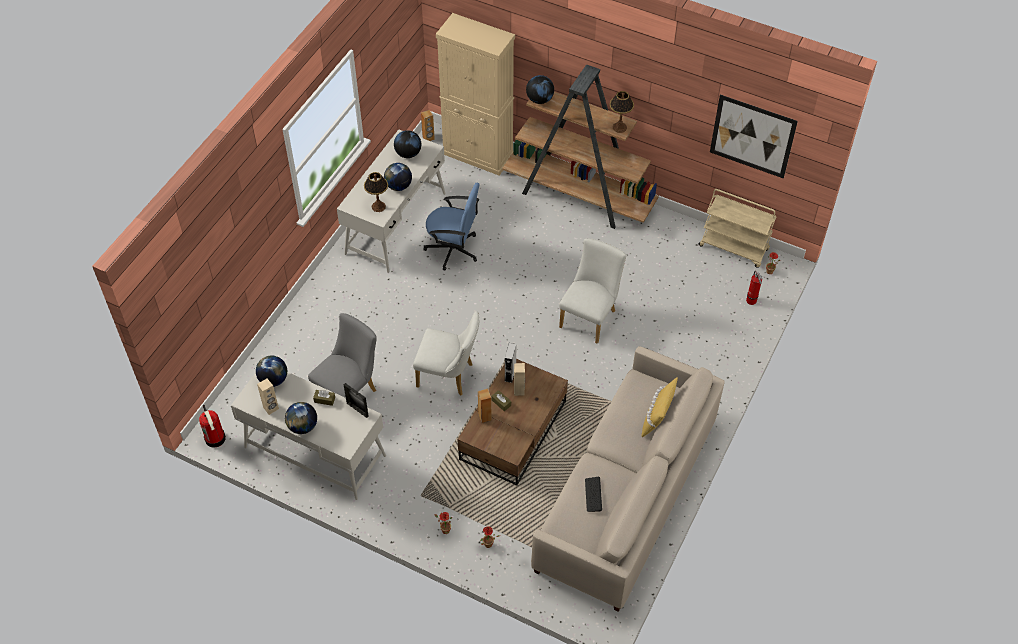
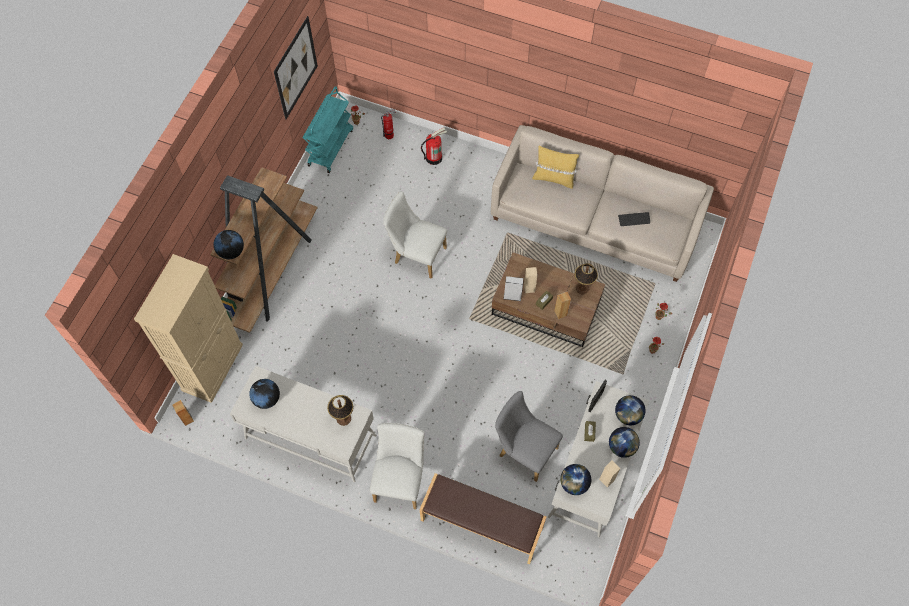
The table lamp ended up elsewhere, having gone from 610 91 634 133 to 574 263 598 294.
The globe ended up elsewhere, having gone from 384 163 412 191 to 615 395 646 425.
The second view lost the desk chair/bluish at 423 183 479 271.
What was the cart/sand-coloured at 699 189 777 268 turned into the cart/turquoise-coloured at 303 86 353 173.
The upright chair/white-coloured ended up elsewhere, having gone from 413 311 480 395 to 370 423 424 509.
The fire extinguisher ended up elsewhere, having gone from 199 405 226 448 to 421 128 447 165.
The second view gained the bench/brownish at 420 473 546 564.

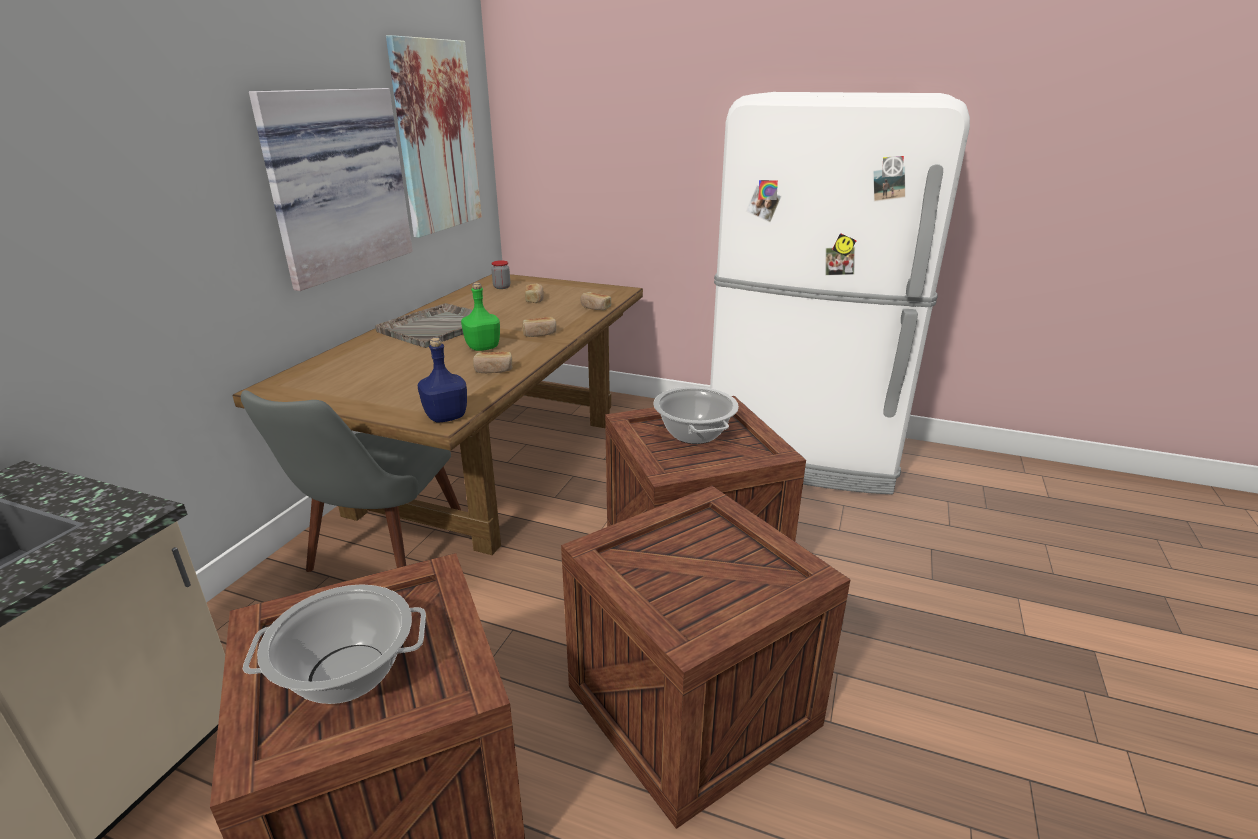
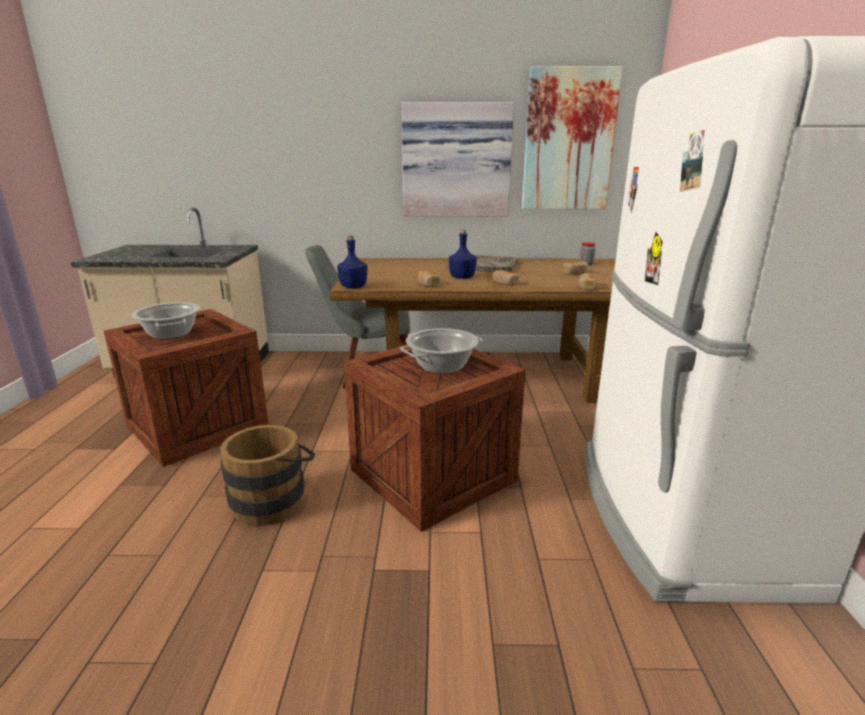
What was the drink bottle/green-coloured at 461 282 500 351 turned into the drink bottle/bluish at 449 230 477 279.
Where the shipping crate stood at 561 486 851 829, the pail/brownish came to stand at 220 425 315 526.

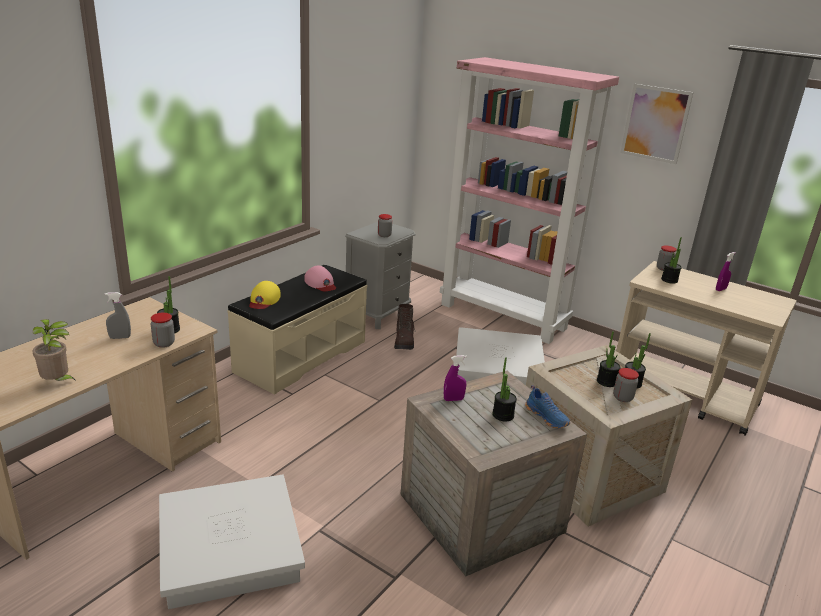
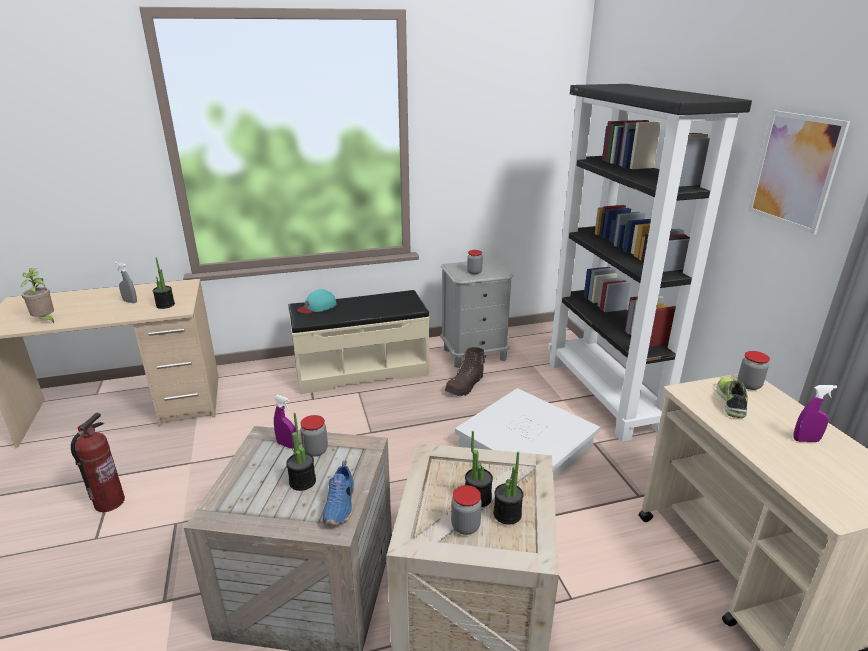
What was the bookcase/pink-coloured at 440 57 619 344 turned into the bookcase/black-coloured at 548 84 752 442.
Where the potted plant stood at 661 237 682 284, the low shoe came to stand at 716 377 748 418.
The second view lost the cap/pink-coloured at 304 265 336 291.
What was the cap/yellow at 249 281 281 309 turned into the cap/turquoise-coloured at 297 289 337 314.
The jar ended up elsewhere, having gone from 151 313 175 348 to 300 415 328 457.
Where the storage container/white-coloured stood at 159 475 305 609, the fire extinguisher came to stand at 71 413 125 512.

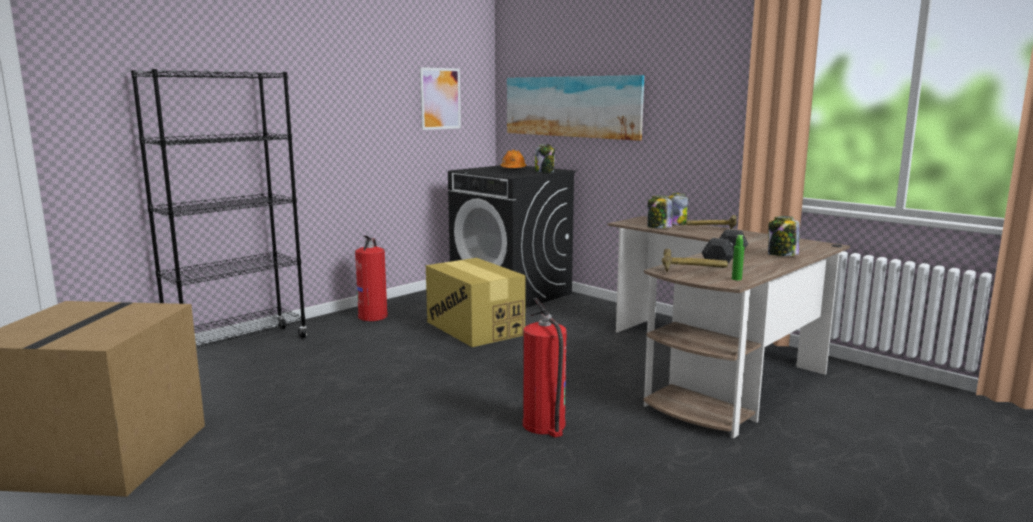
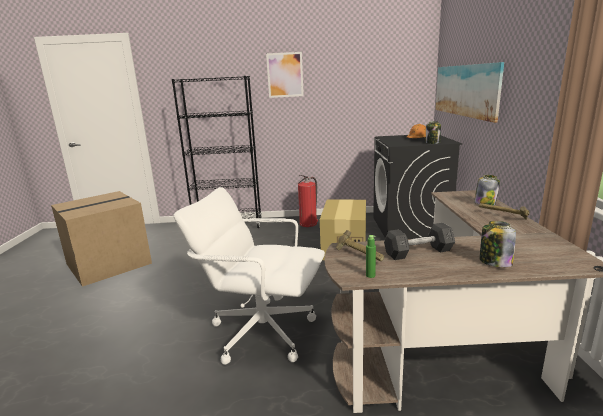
The wall picture ended up elsewhere, having gone from 420 67 461 130 to 266 52 304 98.
The second view lost the jar at 647 196 672 228.
Where the fire extinguisher stood at 523 298 566 437, the desk chair/white-coloured came to stand at 174 187 325 365.

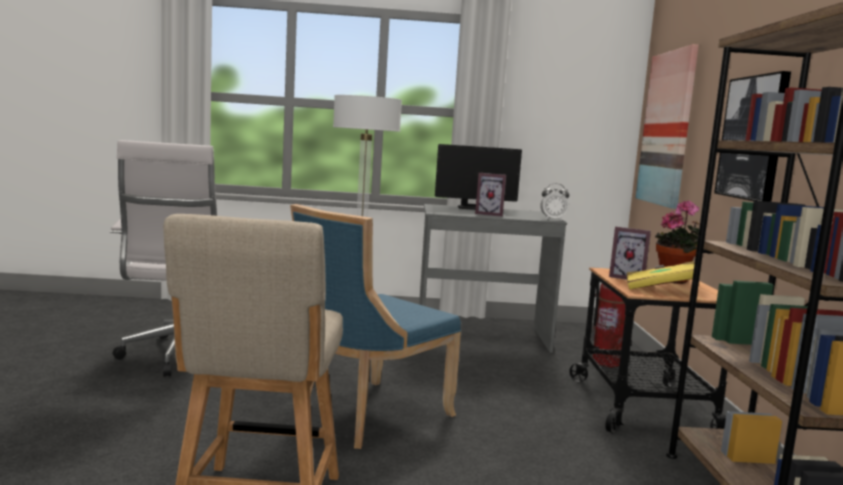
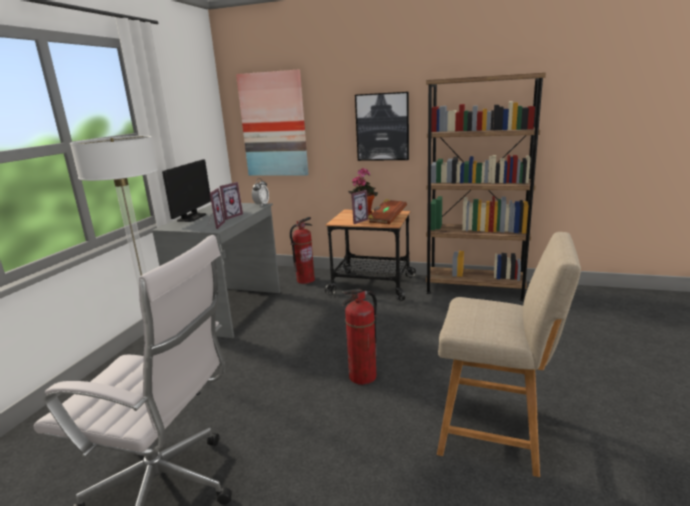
Where the upright chair/bluish stood at 290 204 461 449, the fire extinguisher came to stand at 342 289 377 385.
What was the book/yellow at 626 261 700 290 turned into the book/brownish at 368 199 407 225.
The second view gained the picture frame at 208 188 225 229.

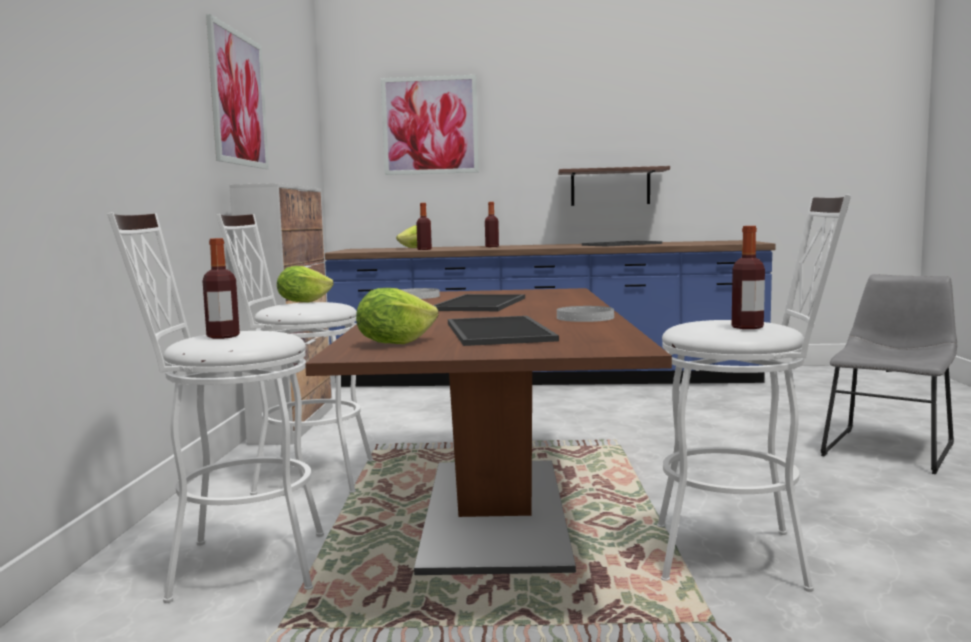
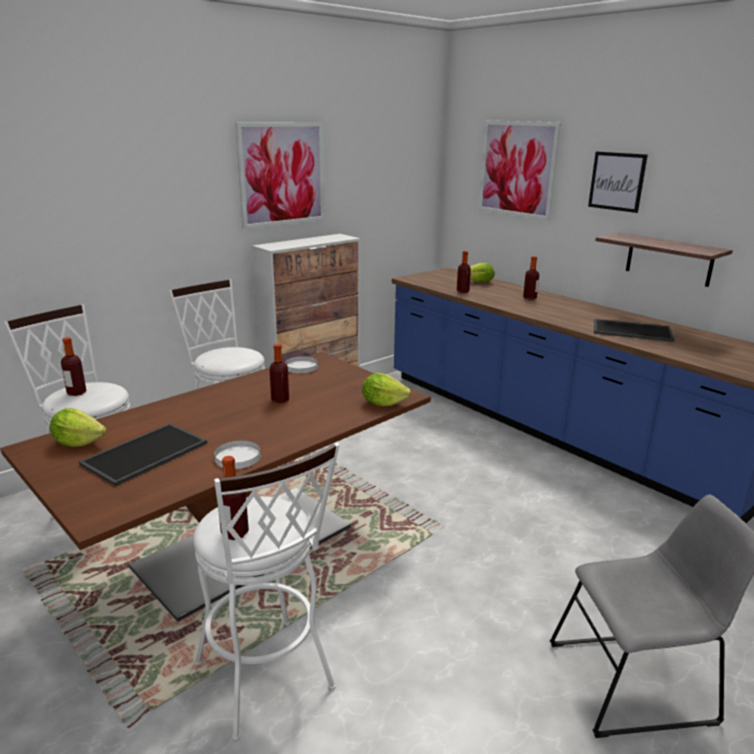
The head of lettuce ended up elsewhere, having gone from 277 266 333 303 to 362 373 411 406.
Where the serving tray stood at 433 294 525 311, the drink bottle came to stand at 270 344 289 403.
The second view gained the wall picture at 588 152 648 213.

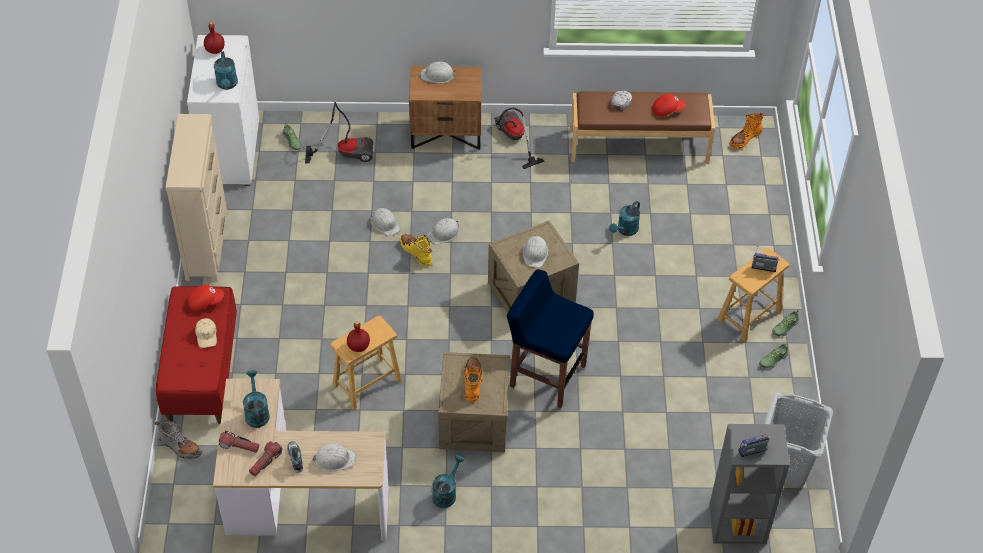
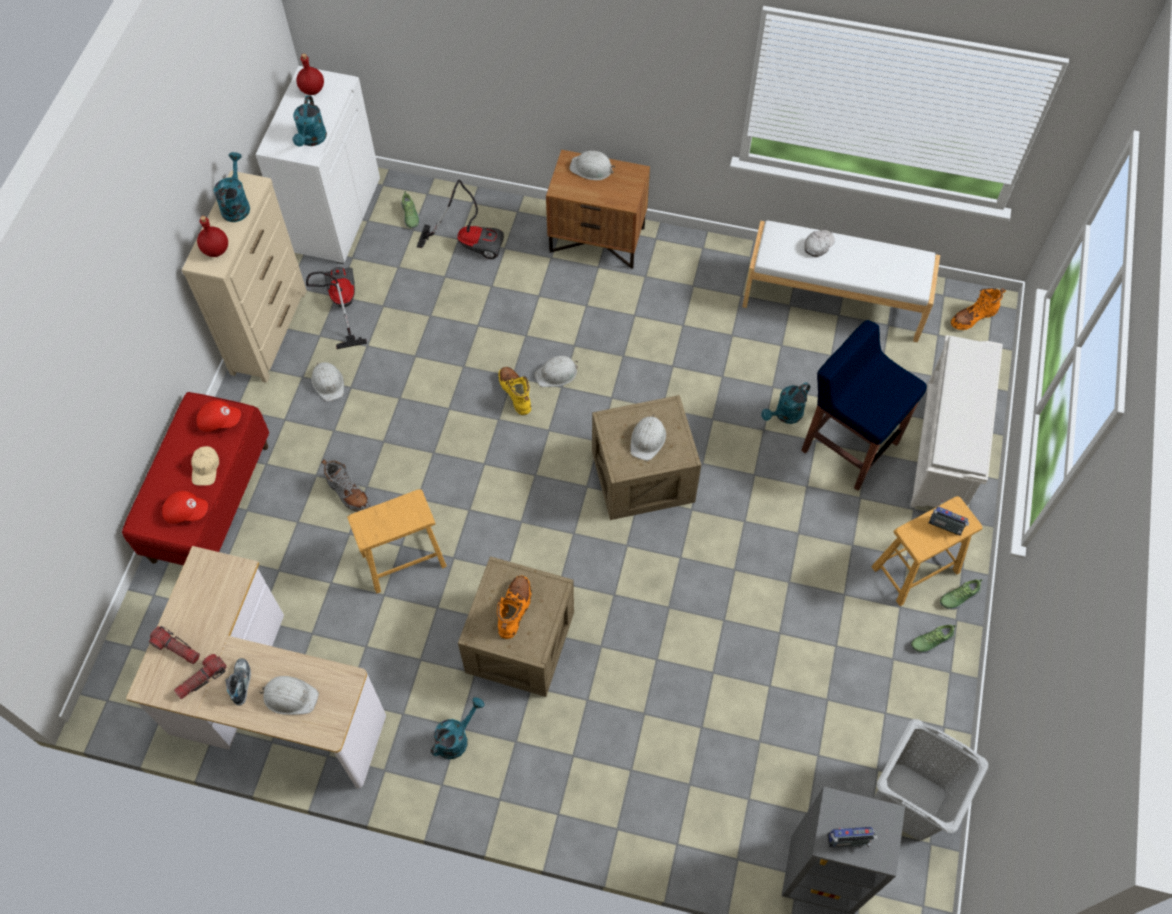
What was the bench/brownish at 570 92 715 163 turned into the bench/white-coloured at 742 220 940 342.
The cap/red-coloured ended up elsewhere, having gone from 652 94 685 116 to 162 491 208 524.
The vacuum cleaner ended up elsewhere, having gone from 494 108 545 169 to 306 267 367 349.
The work helmet/white-coloured ended up elsewhere, having gone from 371 208 400 236 to 311 362 344 401.
The stool/bluish ended up elsewhere, having gone from 507 269 594 408 to 801 320 927 491.
The drink bottle/red-coloured ended up elsewhere, having gone from 347 321 370 352 to 197 216 228 257.
The watering pot/turquoise-coloured ended up elsewhere, having gone from 243 370 270 428 to 213 152 250 222.
The tall boot/greyish ended up elsewhere, having gone from 155 420 202 460 to 321 460 371 512.
The second view gained the shoe shelf/white-coloured at 910 335 1003 508.

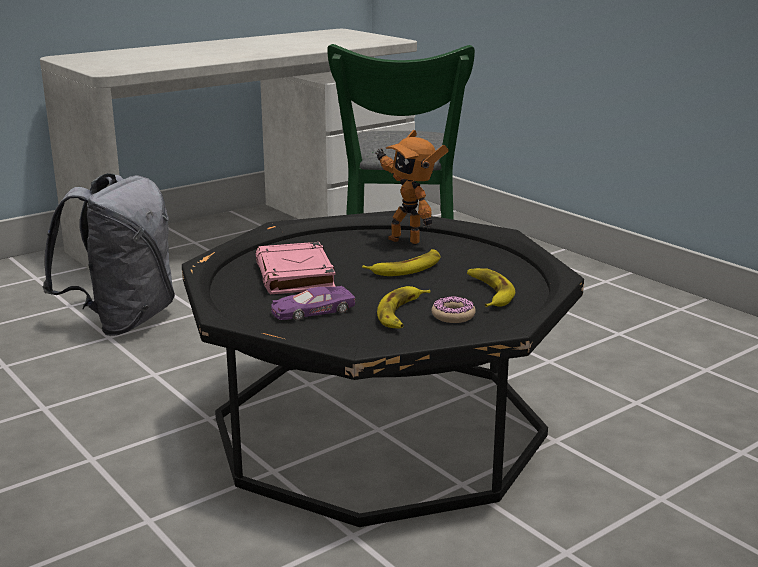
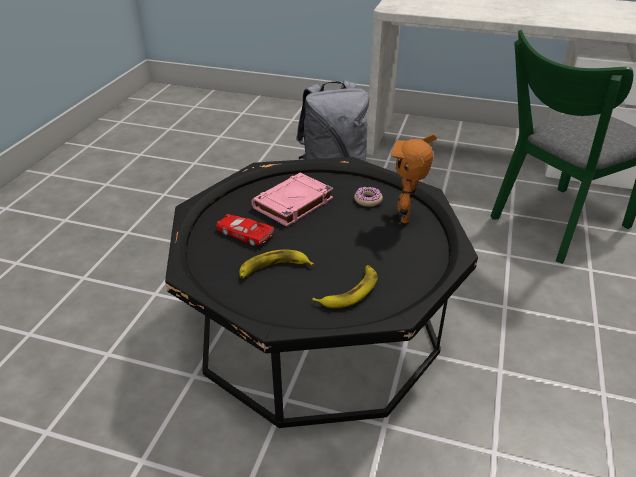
The second view lost the whole banana at 362 249 441 276.
What was the model car/purplish at 271 286 355 321 turned into the model car/red-coloured at 216 214 274 246.
The ring doughnut ended up elsewhere, having gone from 431 296 476 323 to 354 186 383 207.

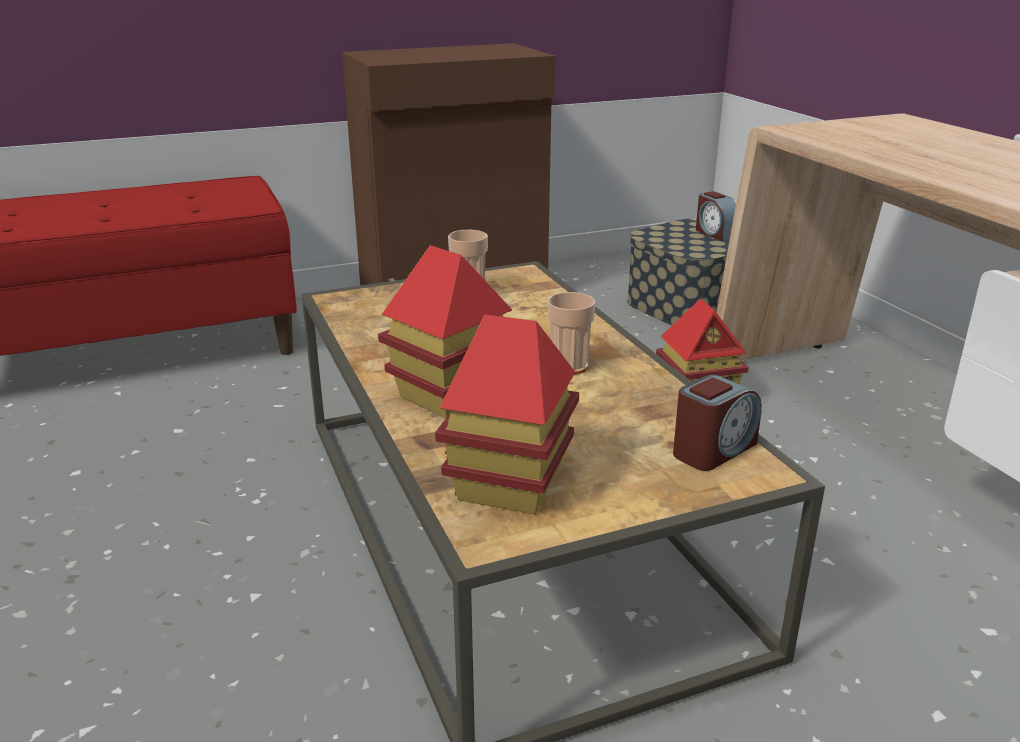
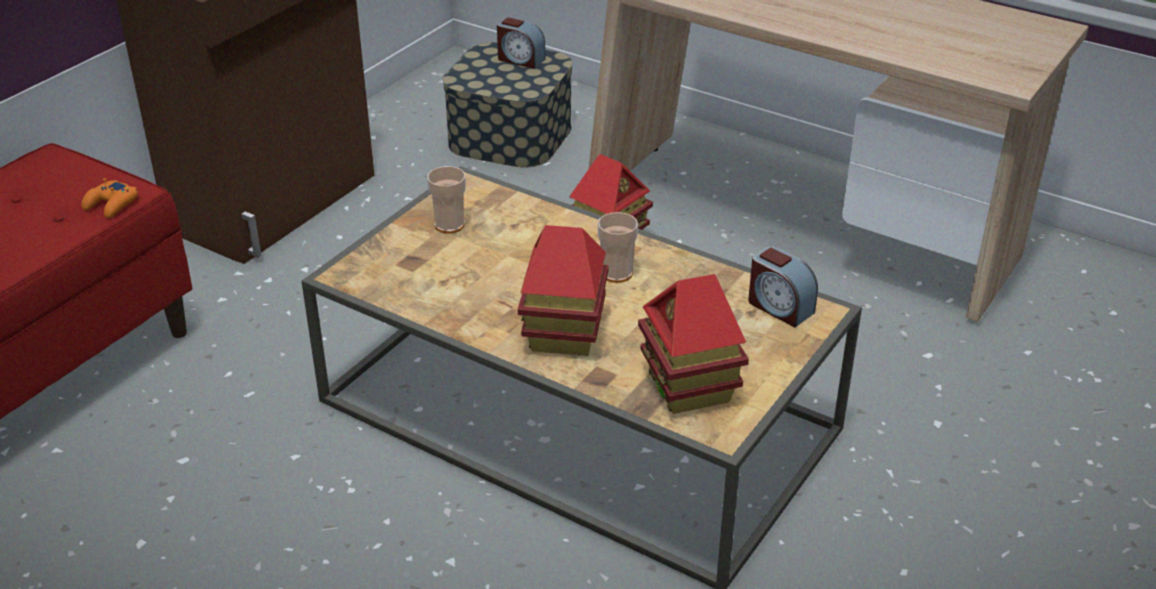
The alarm clock at 673 374 762 471 ended up facing another way, 120 degrees clockwise from before.
The second view gained the joypad/orangey at 82 178 138 218.

